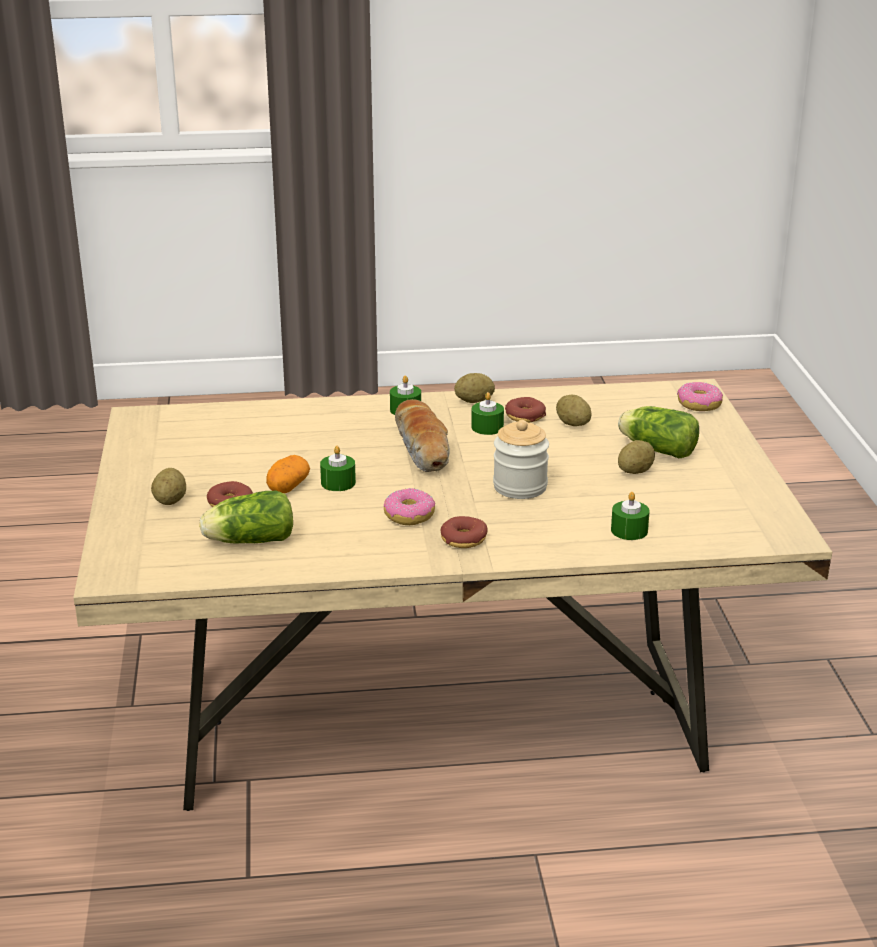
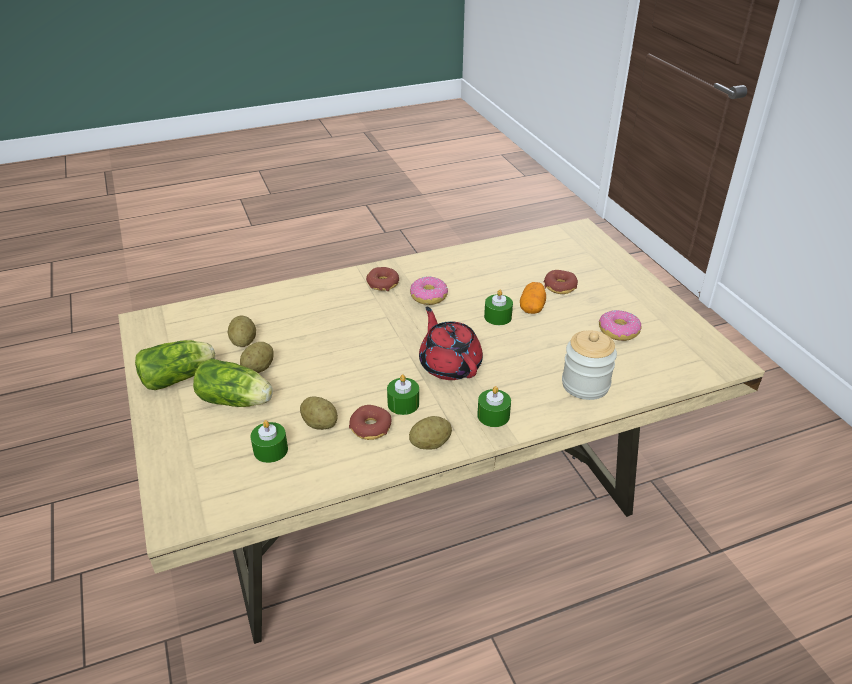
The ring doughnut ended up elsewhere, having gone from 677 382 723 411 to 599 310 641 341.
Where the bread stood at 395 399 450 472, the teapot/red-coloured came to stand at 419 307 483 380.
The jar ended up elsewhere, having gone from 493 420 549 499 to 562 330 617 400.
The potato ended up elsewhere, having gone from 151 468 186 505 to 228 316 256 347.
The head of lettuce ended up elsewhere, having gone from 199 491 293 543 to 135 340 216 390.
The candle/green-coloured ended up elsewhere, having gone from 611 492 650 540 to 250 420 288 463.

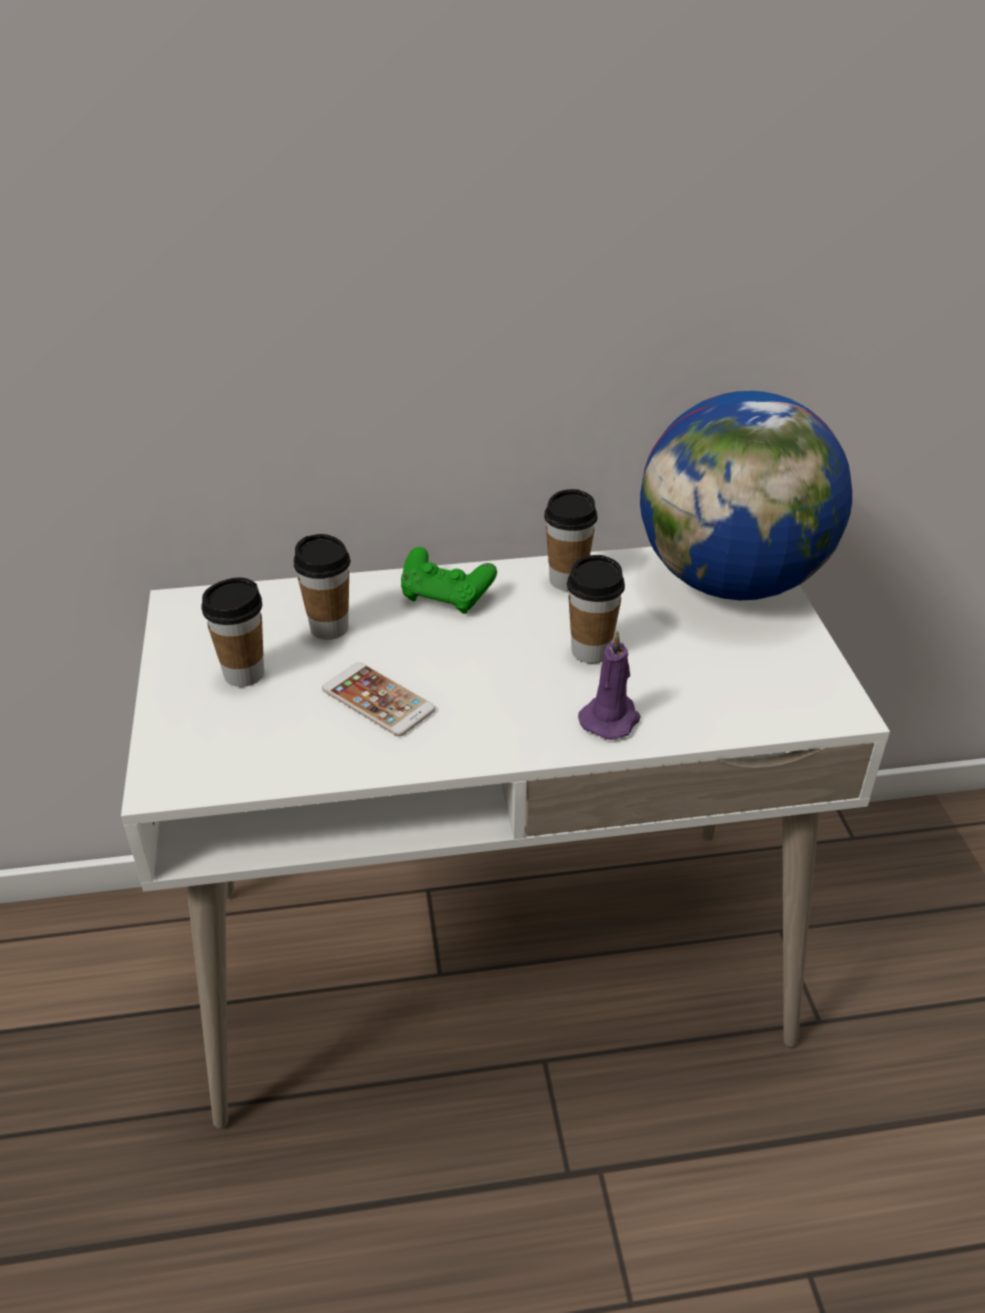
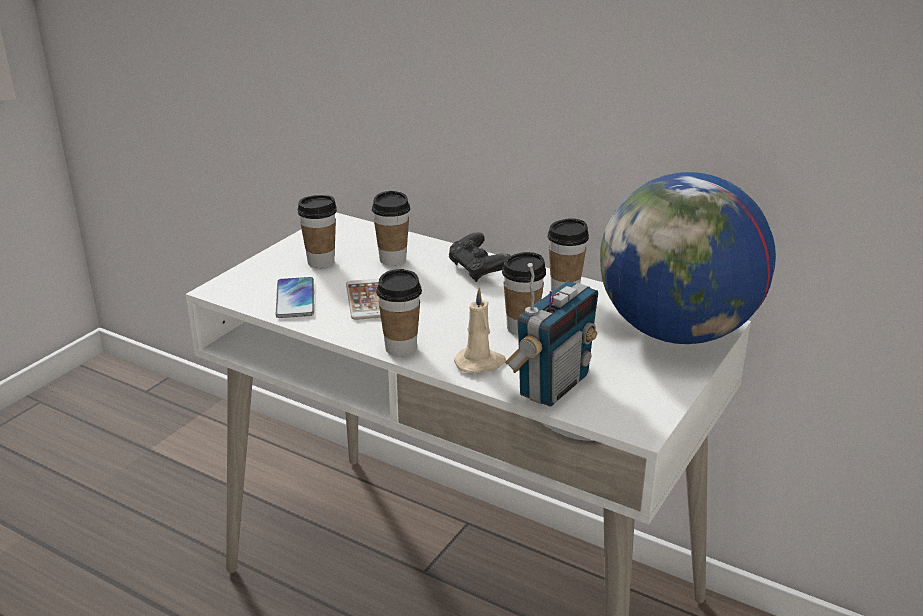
What was the joypad/green-coloured at 401 547 497 614 turned into the joypad/black-coloured at 449 232 510 282.
What was the candle/purplish at 578 631 641 740 turned into the candle/sand-coloured at 454 287 506 373.
The second view gained the radio set at 505 263 598 407.
The second view gained the drinking cup at 376 269 422 357.
The second view gained the handset at 276 277 314 318.

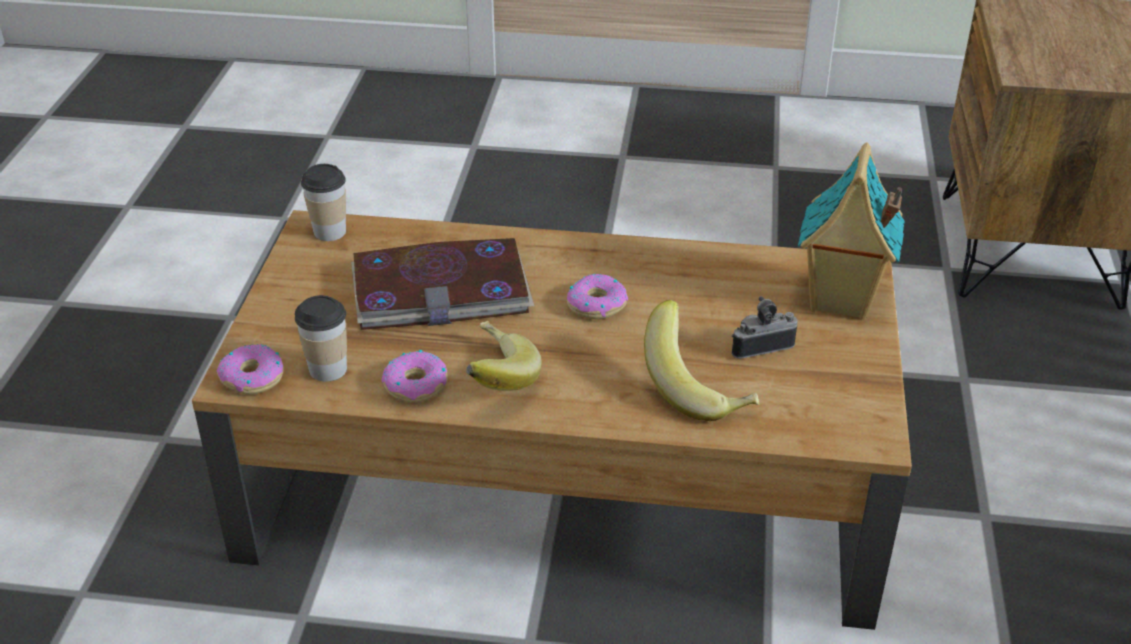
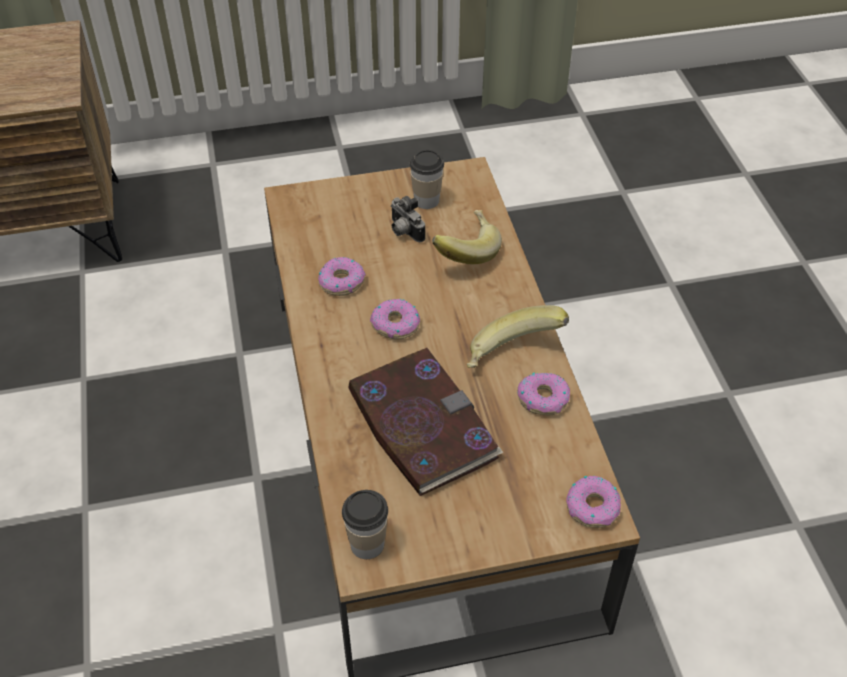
The second view lost the model house at 798 143 905 321.
The drinking cup ended up elsewhere, having gone from 295 295 347 381 to 410 150 444 209.
The second view gained the ring doughnut at 318 257 366 296.

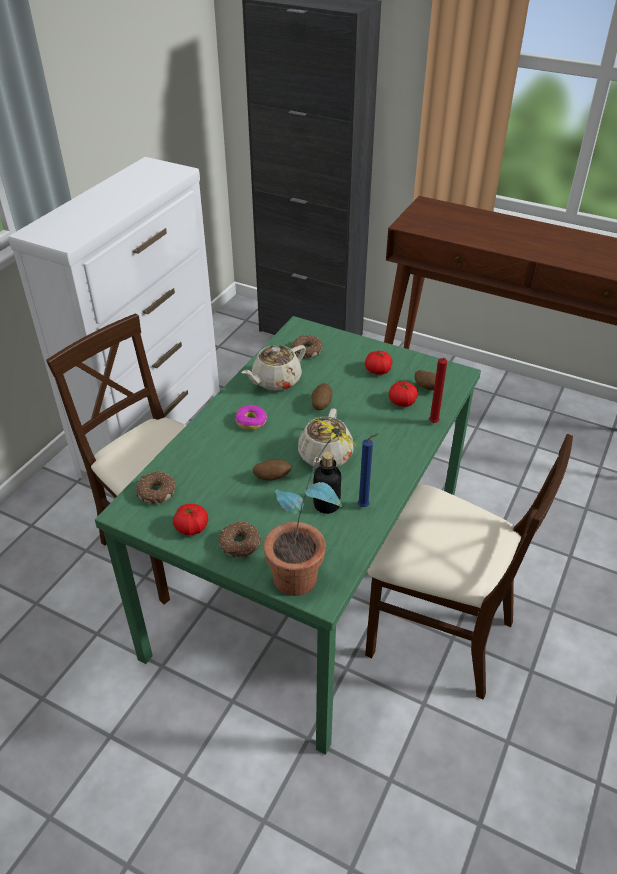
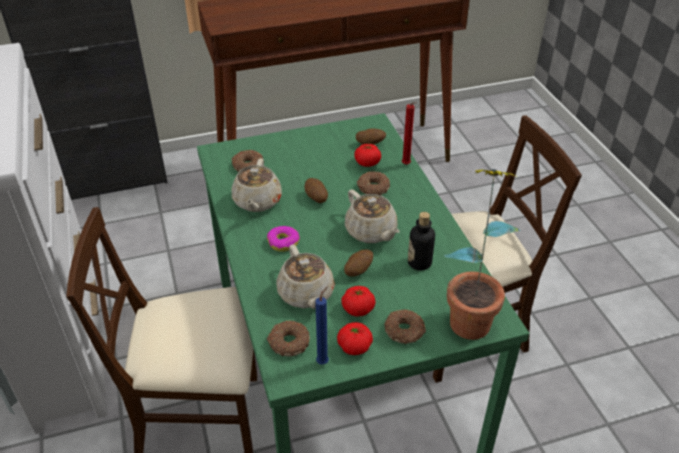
The tomato ended up elsewhere, having gone from 365 351 393 374 to 341 286 376 317.
The candle/bluish ended up elsewhere, having gone from 358 433 379 507 to 315 286 329 365.
The second view gained the ring doughnut at 357 171 390 195.
The second view gained the teapot/sand-coloured at 276 244 335 309.

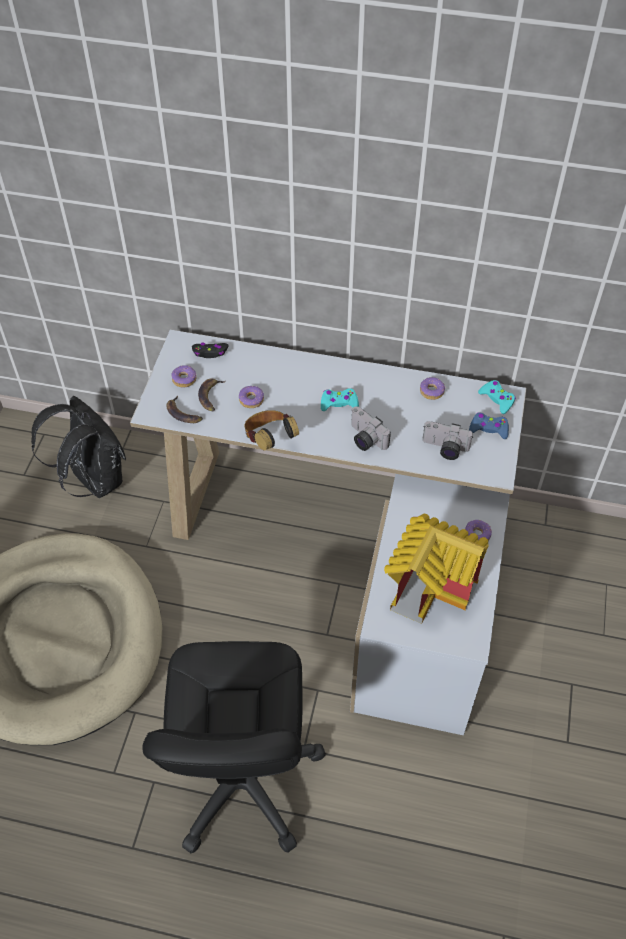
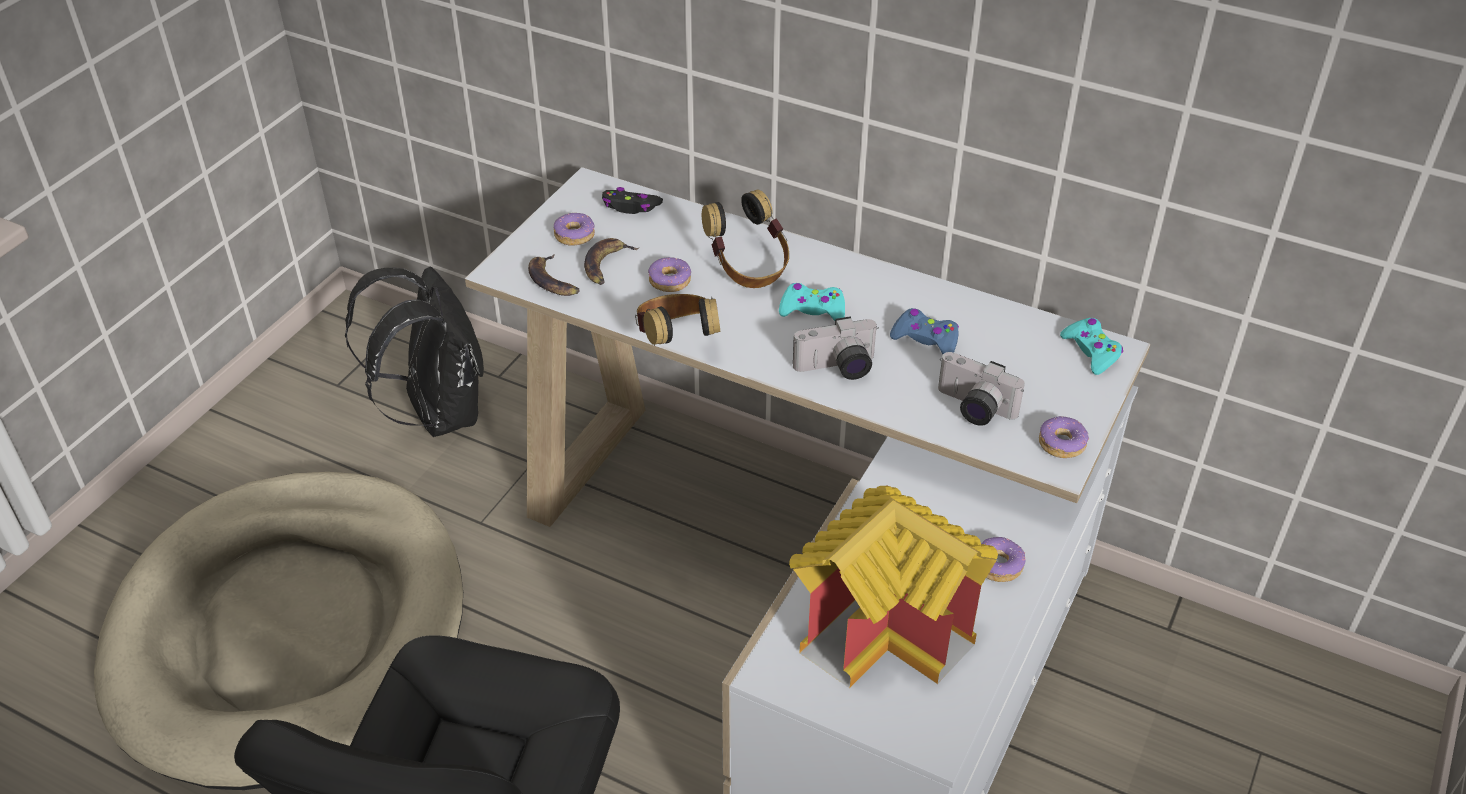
The ring doughnut ended up elsewhere, having gone from 420 377 445 400 to 1039 416 1089 458.
The still camera at 351 406 391 451 ended up facing another way, 75 degrees counterclockwise from before.
The joypad/bluish ended up elsewhere, having gone from 469 412 509 439 to 890 308 959 354.
The second view gained the headphones at 702 189 789 288.

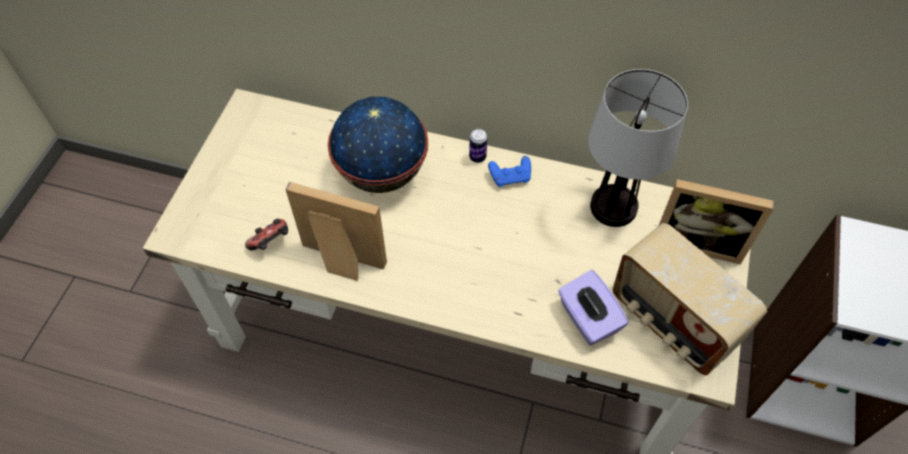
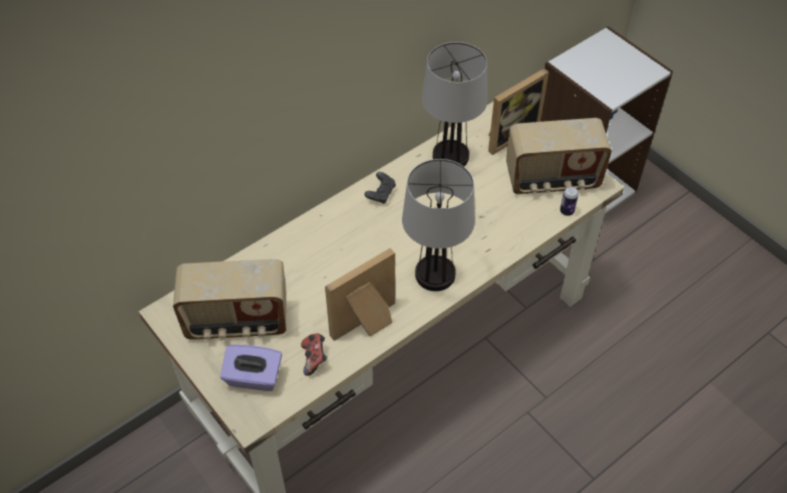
The second view lost the globe at 328 97 428 193.
The metal can ended up elsewhere, having gone from 469 129 487 163 to 560 187 578 216.
What was the joypad/bluish at 488 156 531 187 turned into the joypad/black-coloured at 364 172 396 204.
The tissue box/purplish ended up elsewhere, having gone from 558 270 629 345 to 220 344 282 391.
The second view gained the table lamp at 402 159 475 291.
The second view gained the radio set at 173 259 286 340.

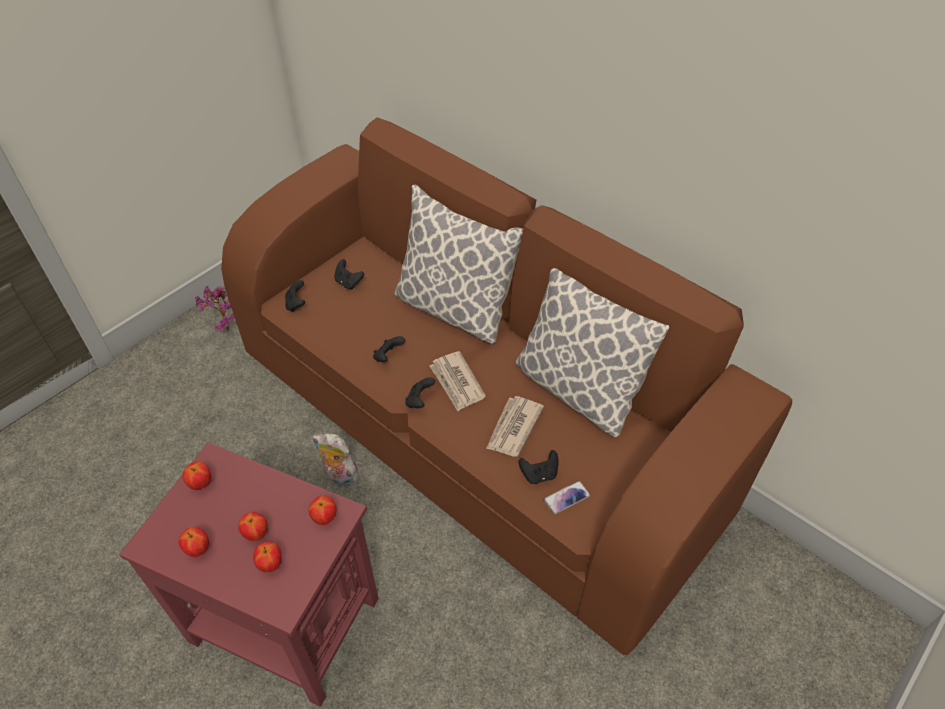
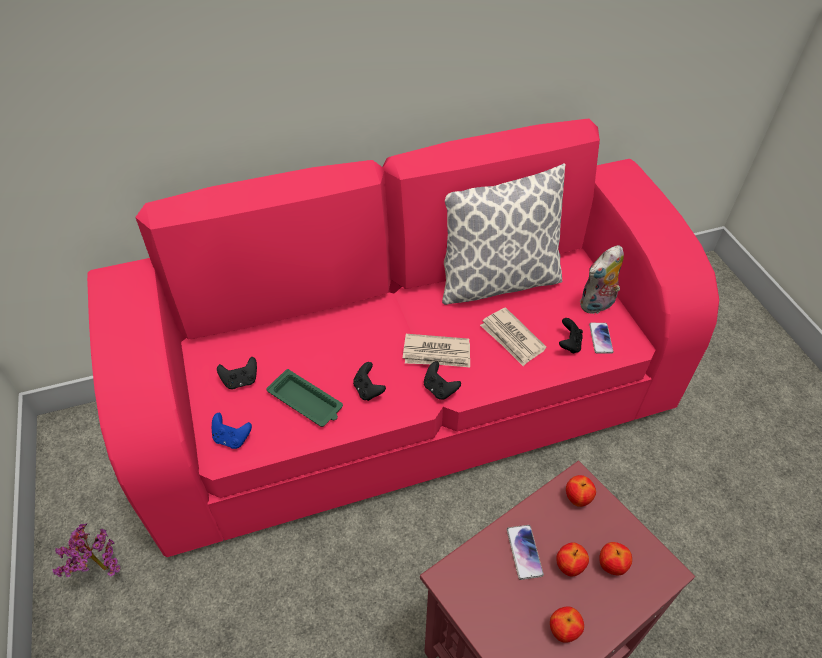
What was the couch/brownish at 221 117 792 655 turned into the couch/pink-coloured at 87 119 719 557.
The second view lost the throw pillow at 394 184 523 344.
What was the joypad/black-coloured at 285 280 305 312 turned into the joypad/bluish at 212 413 252 449.
The cuddly toy ended up elsewhere, having gone from 312 433 359 487 to 580 245 624 314.
The second view lost the apple at 182 462 211 490.
The second view gained the serving tray/green-coloured at 266 369 343 427.
The second view gained the handset at 507 525 544 580.

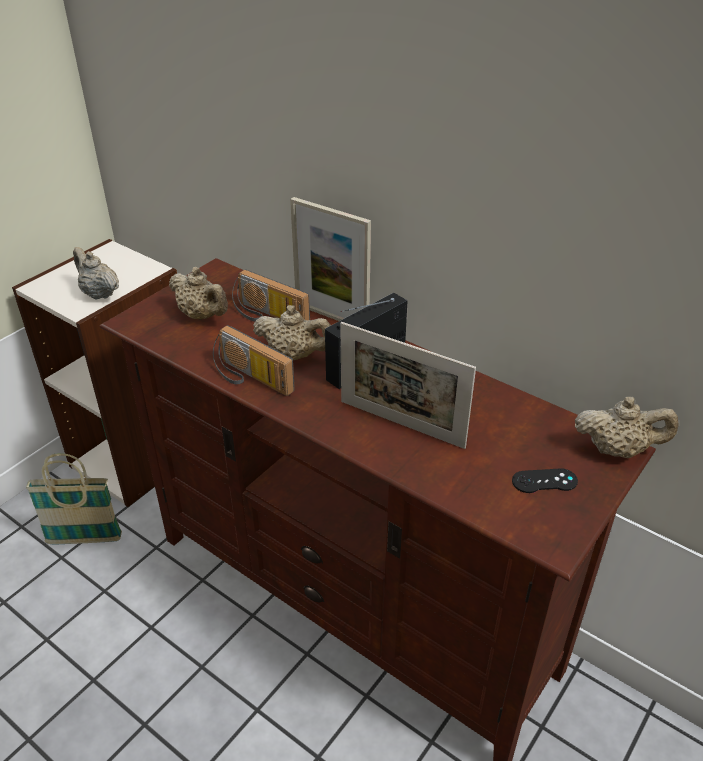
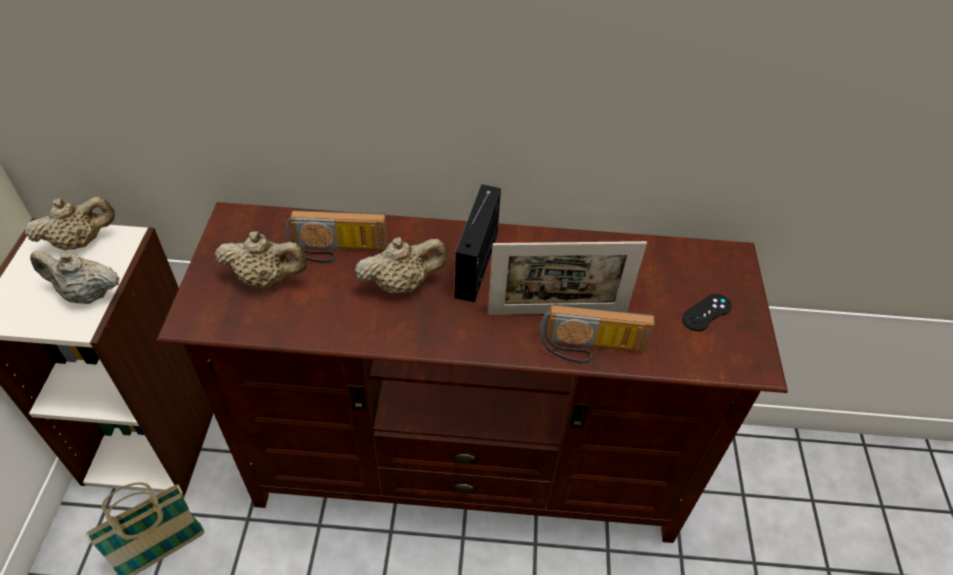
The second view lost the picture frame at 290 197 371 321.
The radio set ended up elsewhere, having gone from 213 325 295 396 to 540 304 655 363.
The teapot/sand-coloured ended up elsewhere, having gone from 575 397 679 458 to 25 197 115 251.

